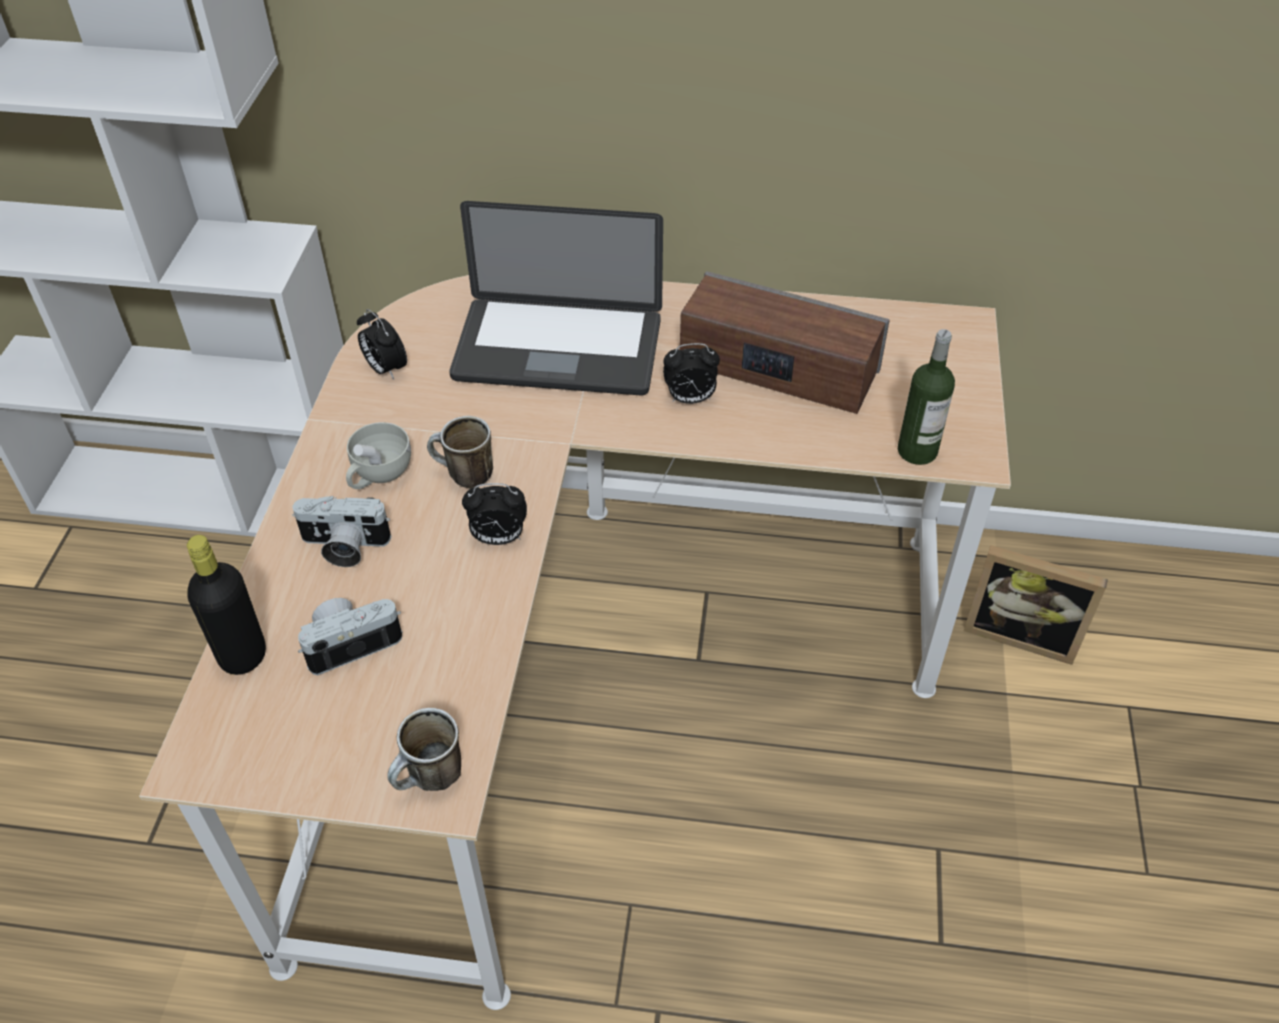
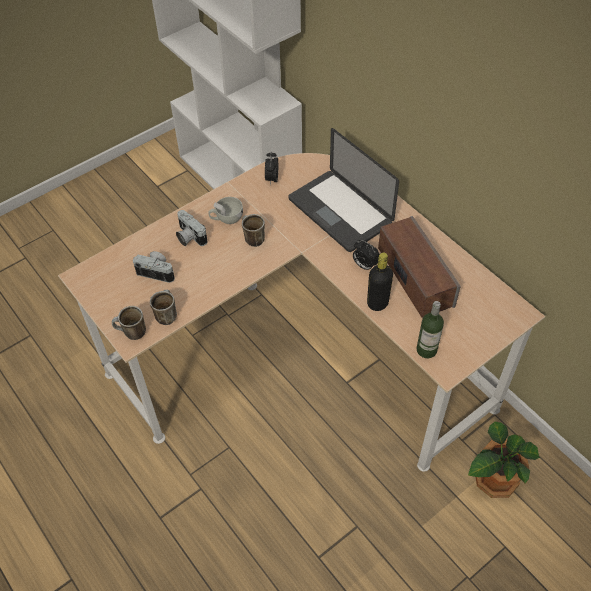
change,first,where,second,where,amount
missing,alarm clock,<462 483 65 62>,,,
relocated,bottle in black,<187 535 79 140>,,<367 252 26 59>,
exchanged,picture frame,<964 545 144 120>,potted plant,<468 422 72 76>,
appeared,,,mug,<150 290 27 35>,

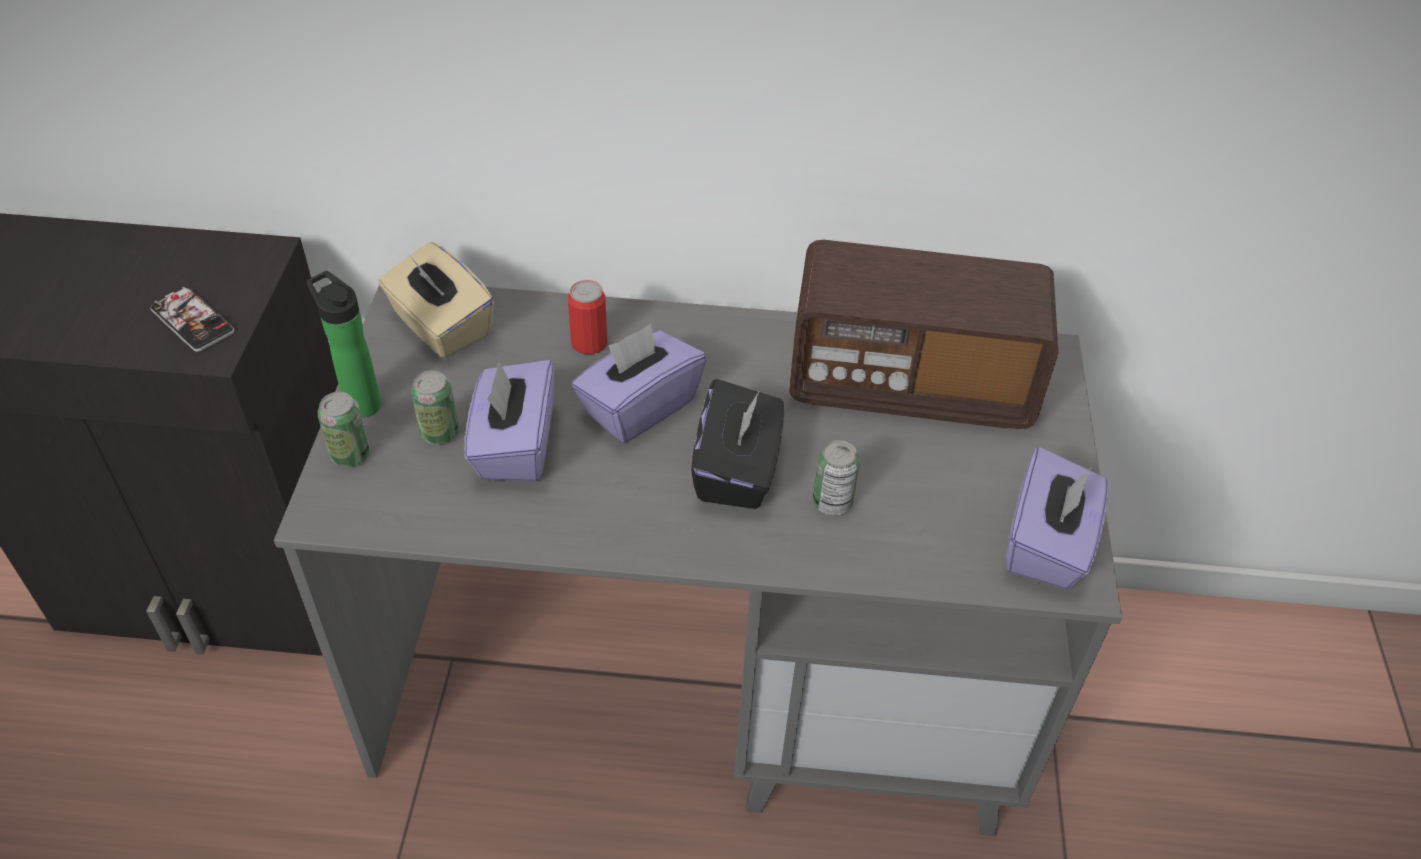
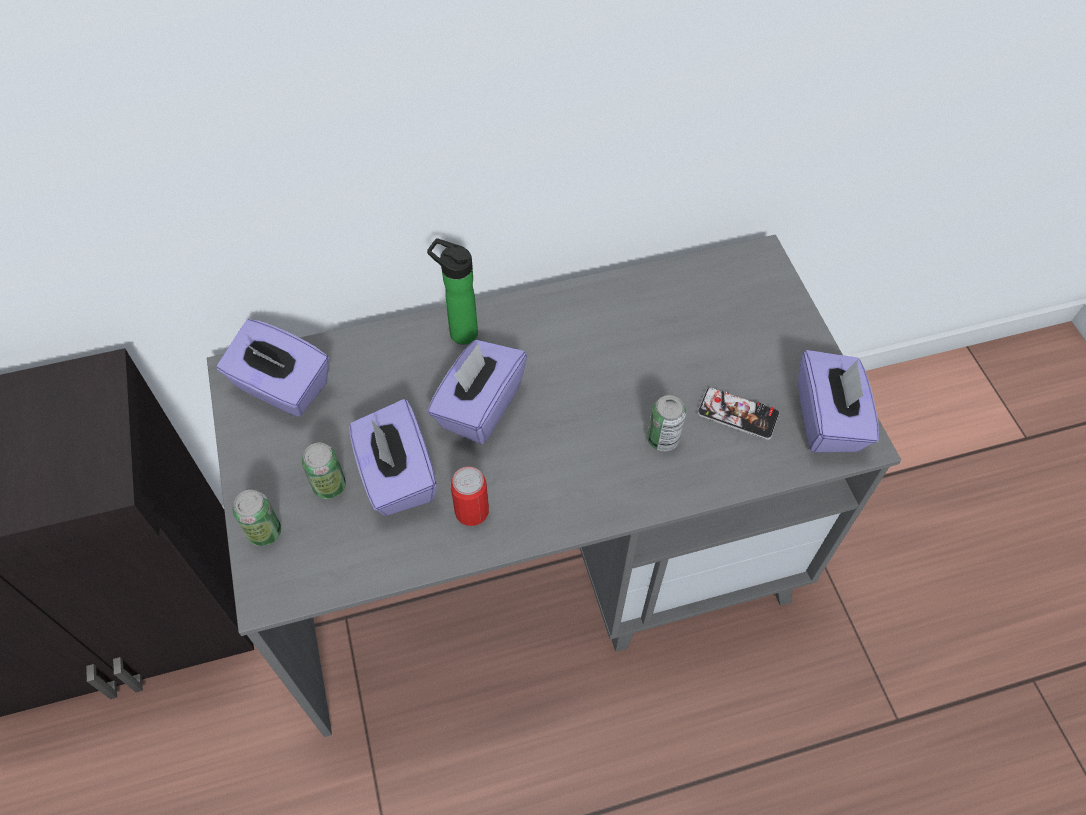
change,first,where,second,where,amount
missing,radio,<789 240 269 189>,,,
colour,tissue box in beige,<378 242 116 117>,tissue box in purple,<217 319 112 98>,
relocated,bottle,<306 271 75 147>,,<427 238 51 106>,
relocated,can,<568 280 39 74>,,<451 467 38 59>,
relocated,phone,<150 287 85 65>,,<697 387 83 53>,
missing,tissue box in black,<691 379 93 130>,,,

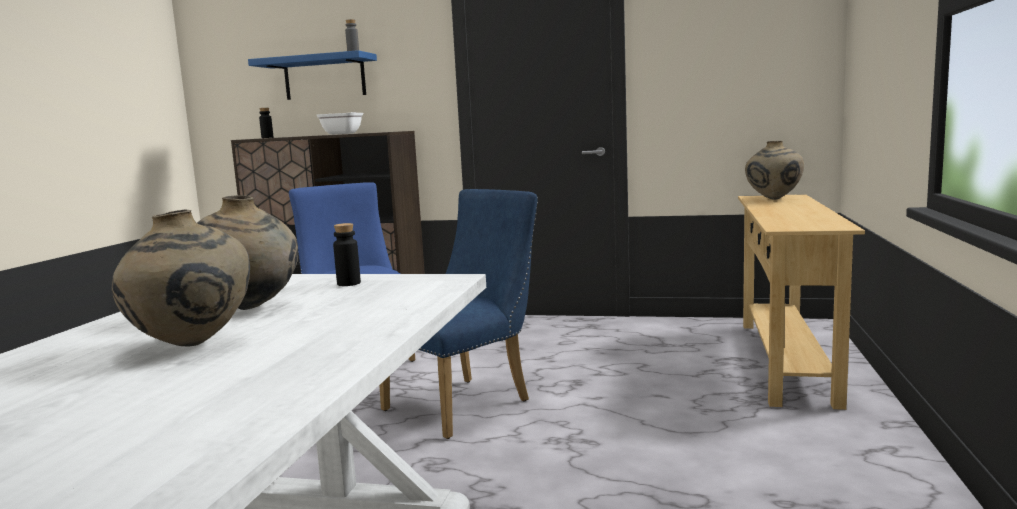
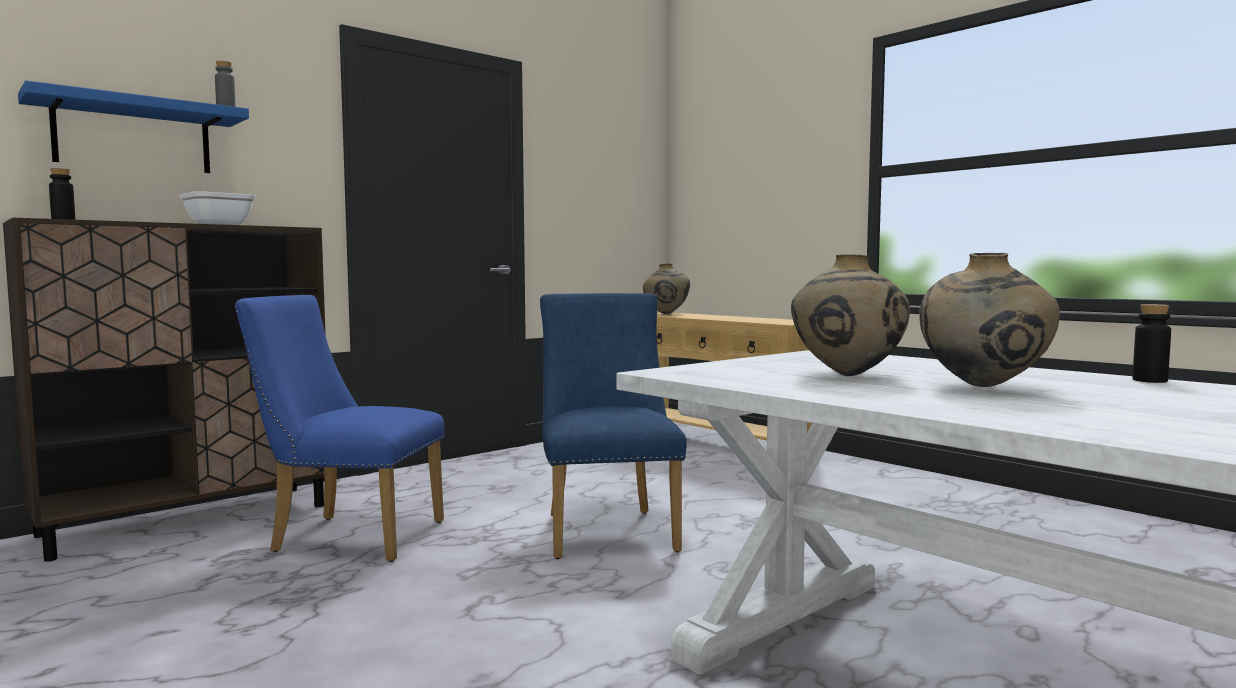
change,first,where,second,where,amount
relocated,bottle in black,<333 223 28 63>,,<1133 304 38 79>,

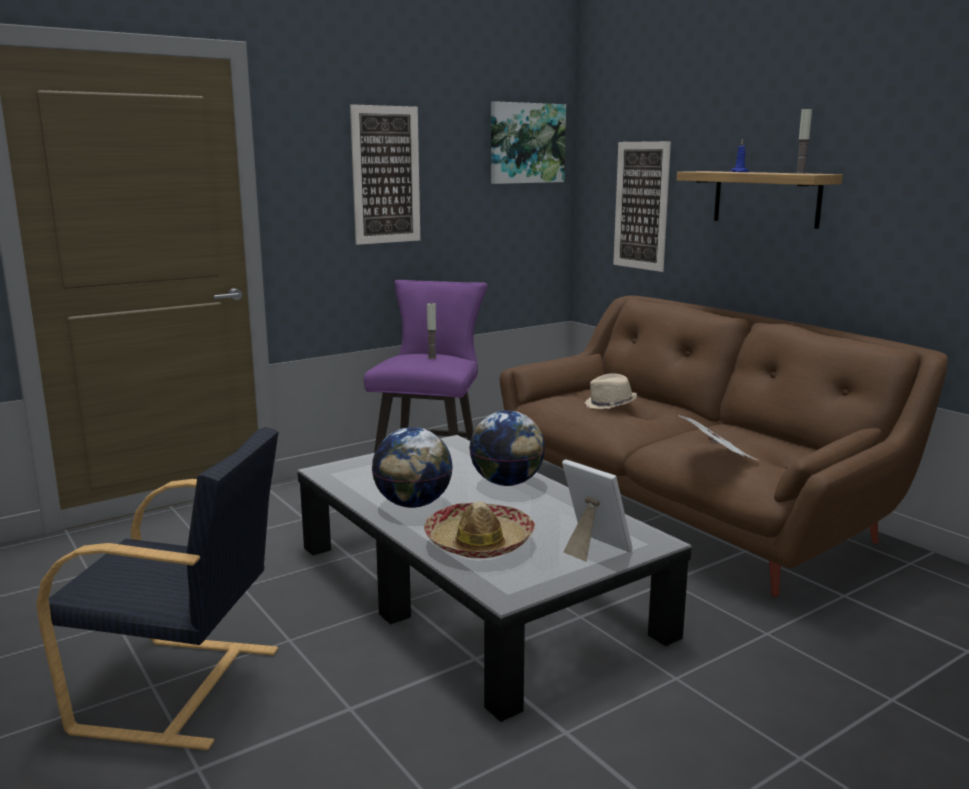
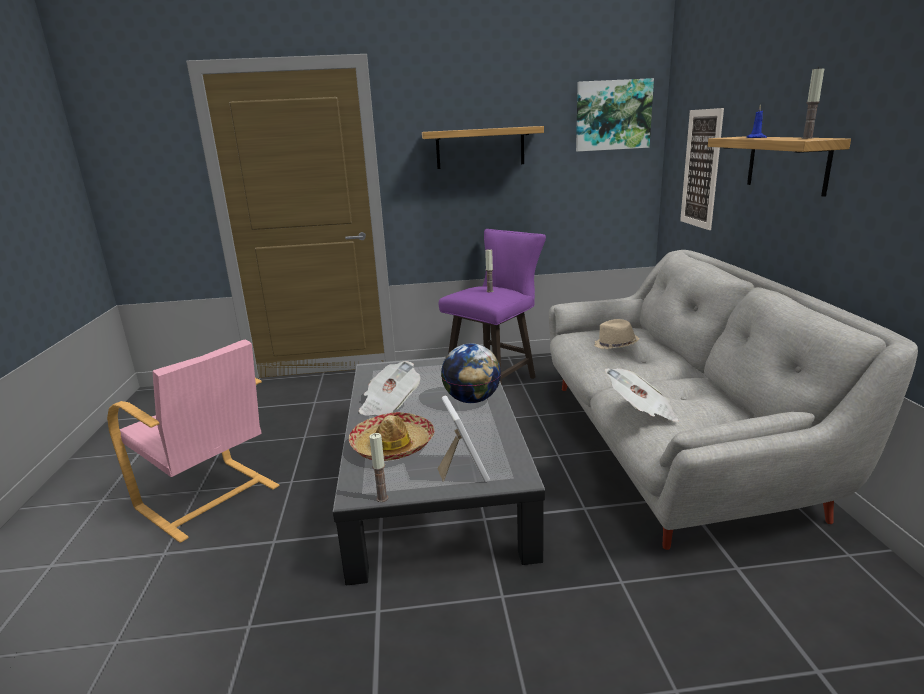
change,first,where,second,where,amount
exchanged,picture,<350 104 70 141>,shelf,<422 126 122 43>,
colour,sofa in brown,<500 296 448 301>,sofa in grey,<549 250 369 300>,
colour,armchair in black,<36 427 243 323>,armchair in pink,<107 339 172 204>,
exchanged,globe,<372 427 81 81>,newspaper,<359 361 61 55>,
appeared,,,candle,<369 433 20 69>,

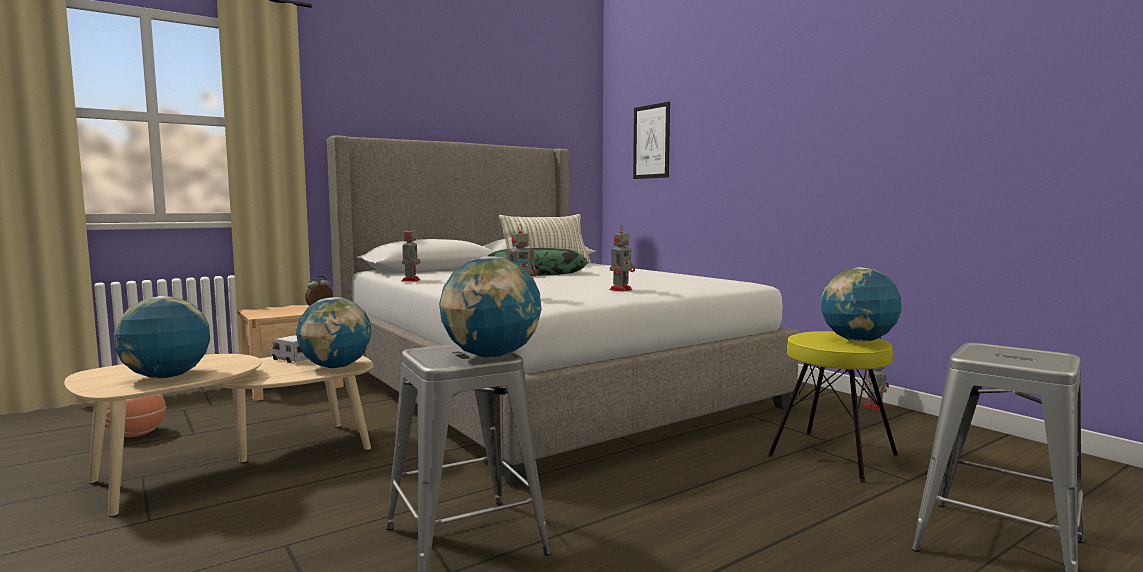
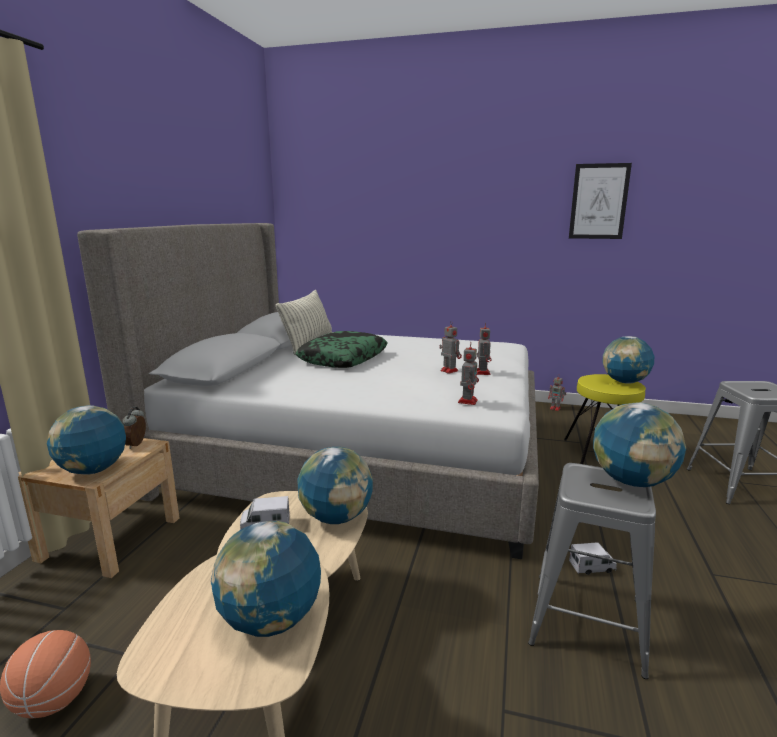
change,first,where,second,where,amount
relocated,picture,<633 102 37 77>,,<569 163 63 76>,
relocated,toy robot,<401 224 19 58>,,<439 321 23 53>,
appeared,,,globe,<47 405 79 70>,
appeared,,,toy truck,<569 542 48 33>,

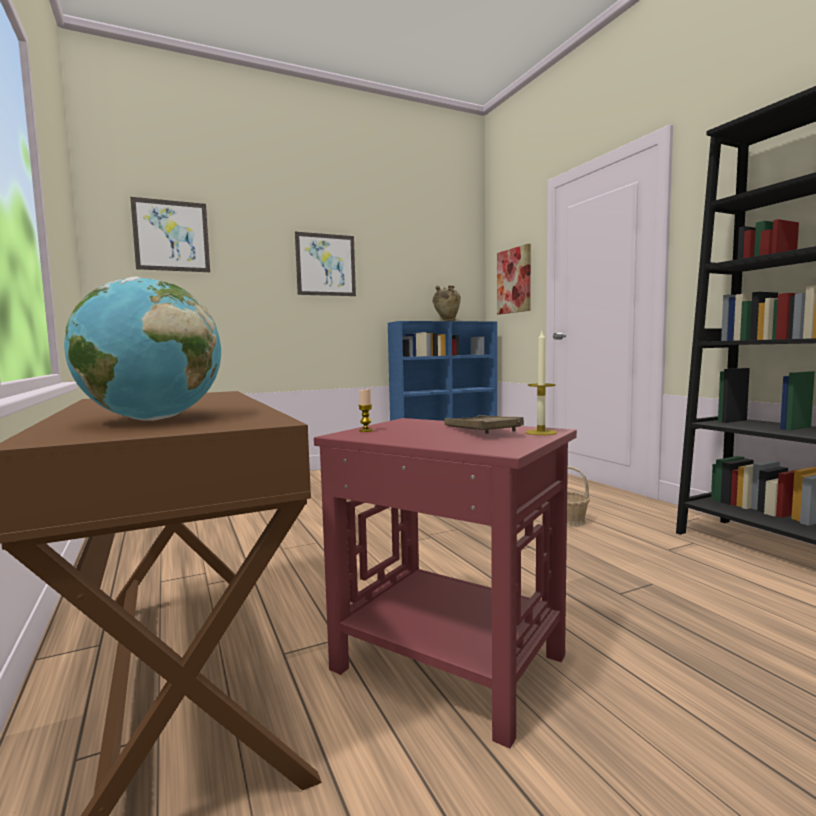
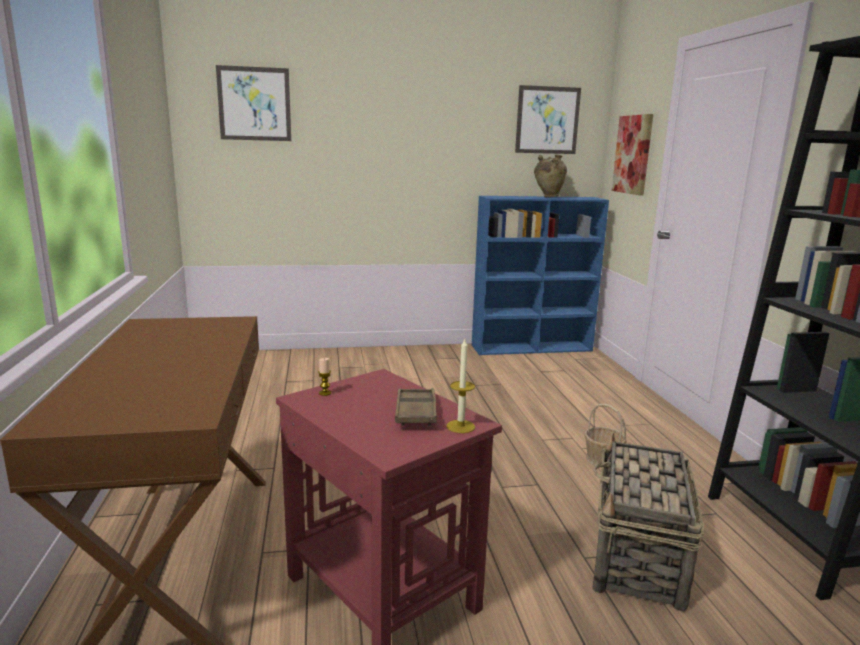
change,first,where,second,where,amount
relocated,picture,<295 232 61 64>,,<515 85 66 69>,
missing,globe,<64 277 157 144>,,,
appeared,,,basket,<592 433 112 179>,

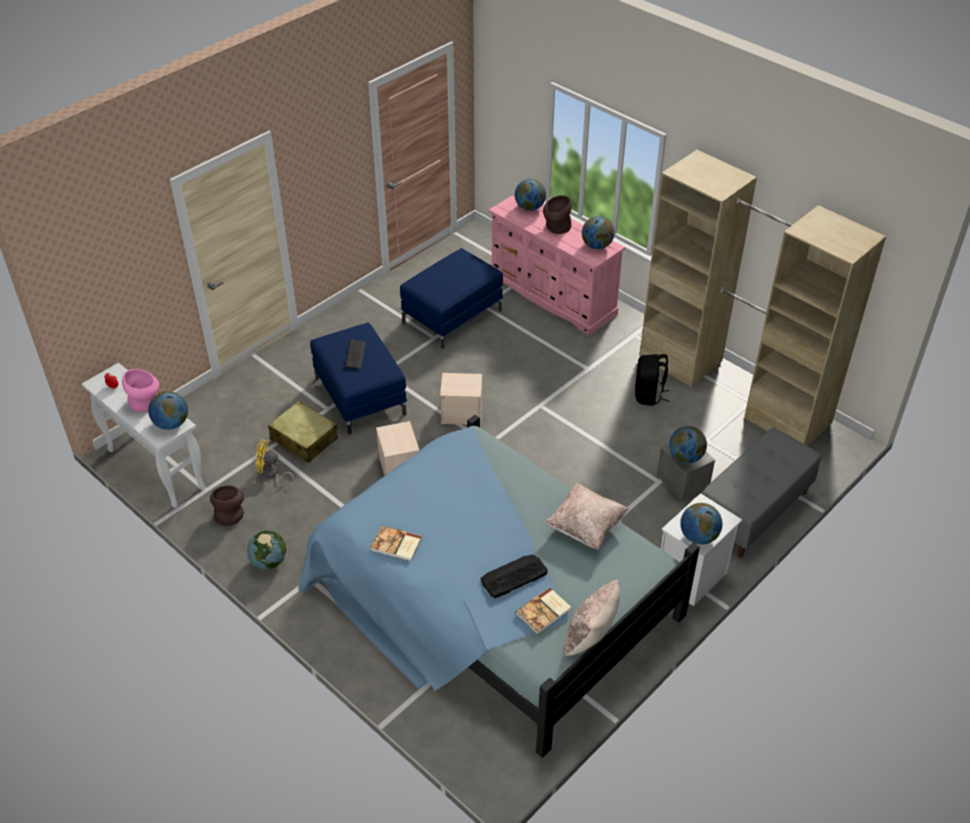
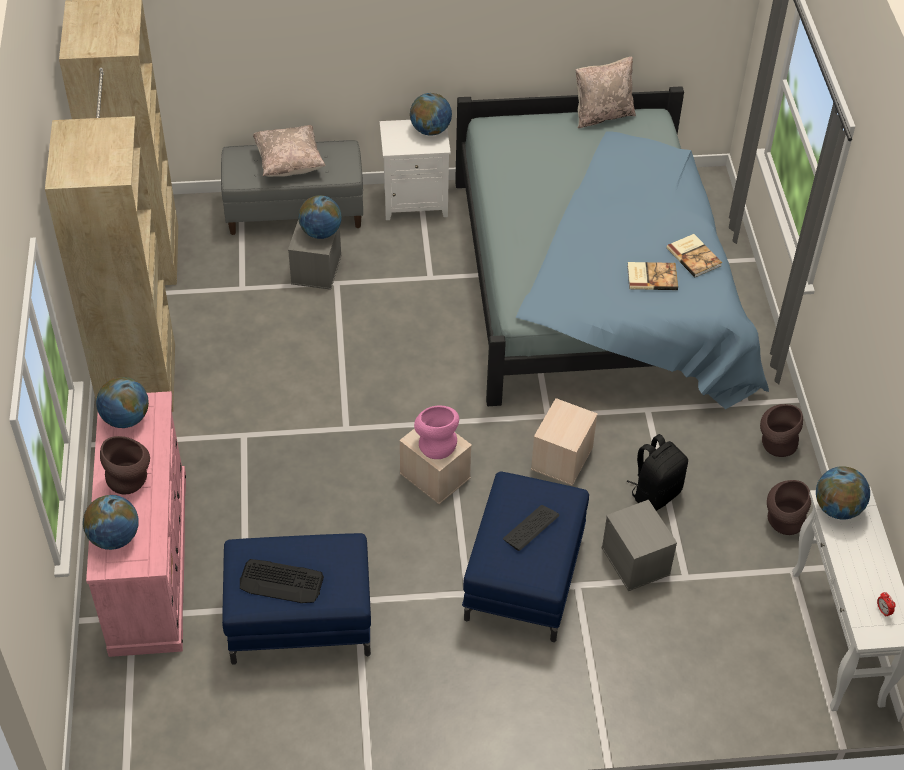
change,first,where,second,where,amount
relocated,backpack in black,<635 354 35 52>,,<627 434 61 77>,
relocated,vase in pink,<122 369 37 43>,,<414 405 45 54>,
exchanged,suitcase in beige,<268 401 70 62>,storage box in grey,<601 499 76 92>,
missing,fan in yellow,<255 439 40 48>,,,
relocated,pillow in beige,<545 483 84 66>,,<253 125 73 52>,
exchanged,globe,<247 531 39 39>,vase in brown,<760 404 43 53>,
relocated,keyboard,<480 554 67 44>,,<240 559 84 44>,
relocated,book,<515 587 56 47>,,<627 262 51 28>,

